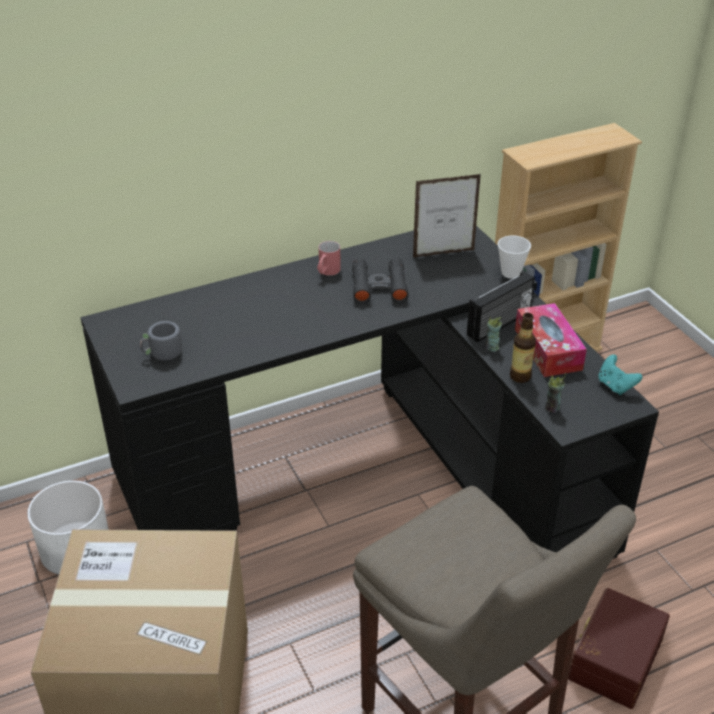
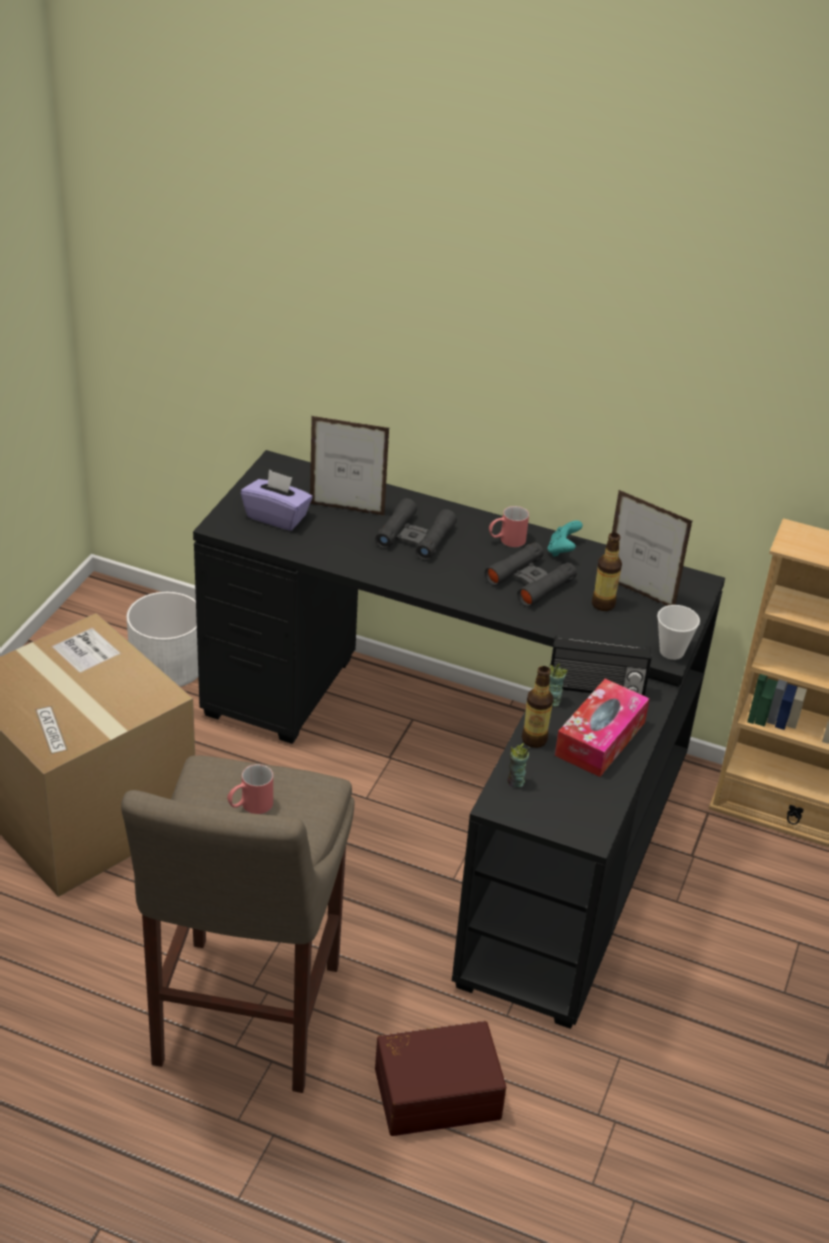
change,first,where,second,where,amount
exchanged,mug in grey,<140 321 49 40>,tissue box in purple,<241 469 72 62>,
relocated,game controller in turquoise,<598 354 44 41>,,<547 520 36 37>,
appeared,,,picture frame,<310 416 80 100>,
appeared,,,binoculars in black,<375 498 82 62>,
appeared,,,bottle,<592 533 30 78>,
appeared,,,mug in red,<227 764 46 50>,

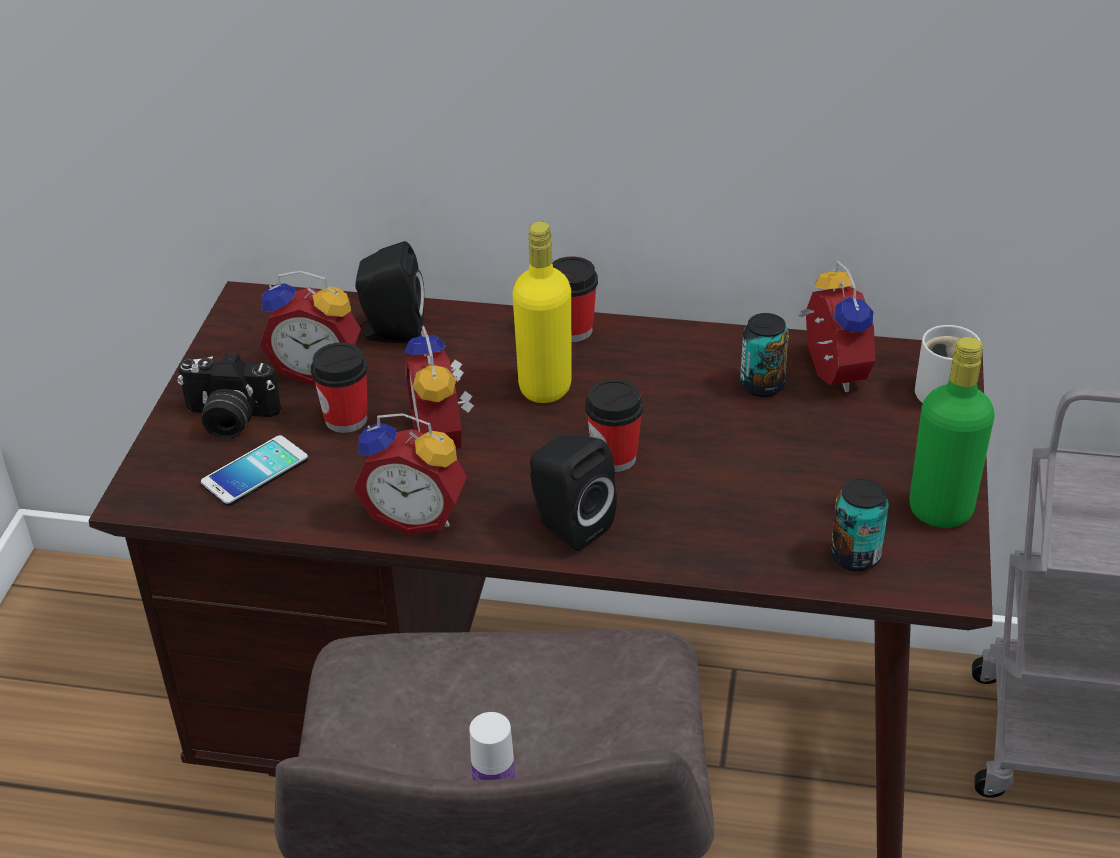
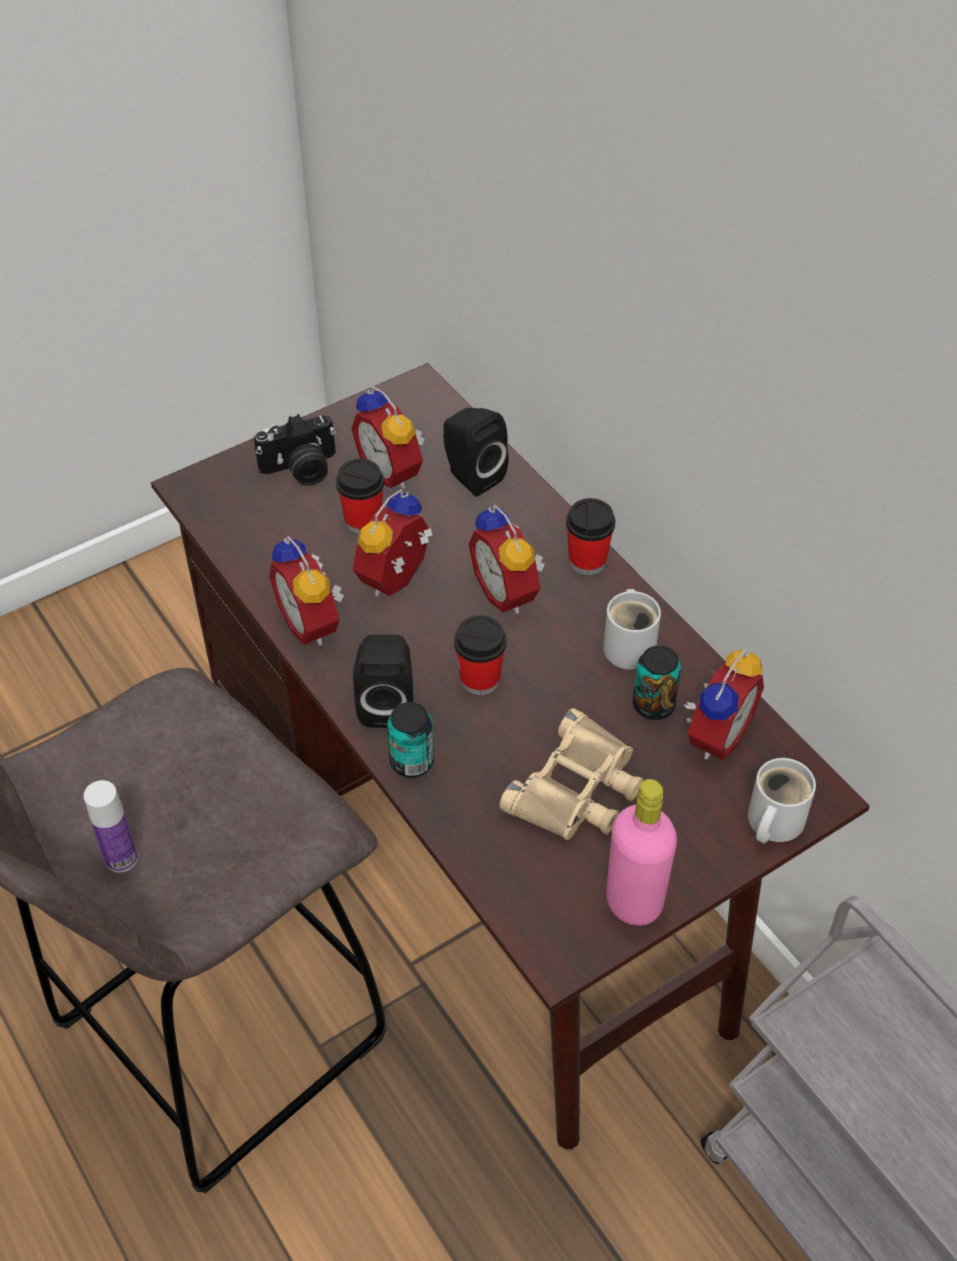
change,first,where,second,where,amount
exchanged,bottle in yellow,<513 221 59 182>,alarm clock,<469 504 76 110>,
colour,bottle in green,<910 337 85 191>,bottle in pink,<606 779 71 147>,
spun,photo camera,<177 353 104 86>,,<254 414 82 72>,75 degrees counterclockwise
missing,phone,<201 435 107 71>,,,
relocated,can,<830 478 59 93>,,<387 702 47 76>,
appeared,,,mug in white,<603 589 58 81>,
appeared,,,binoculars in beige,<499 708 144 132>,

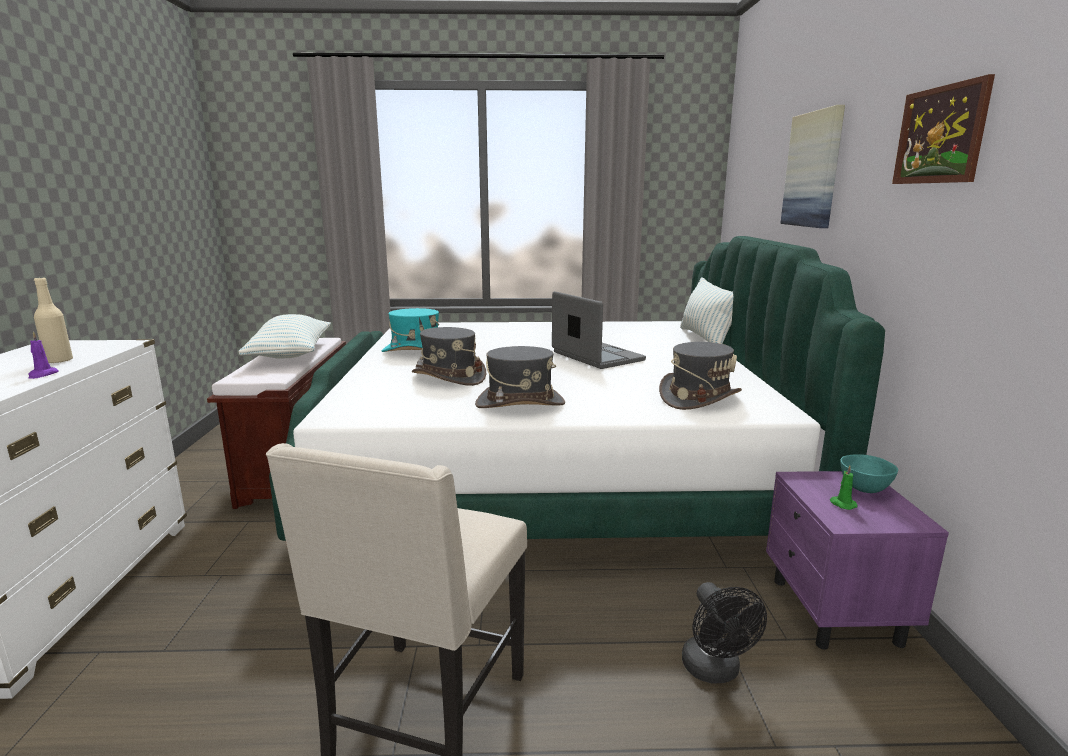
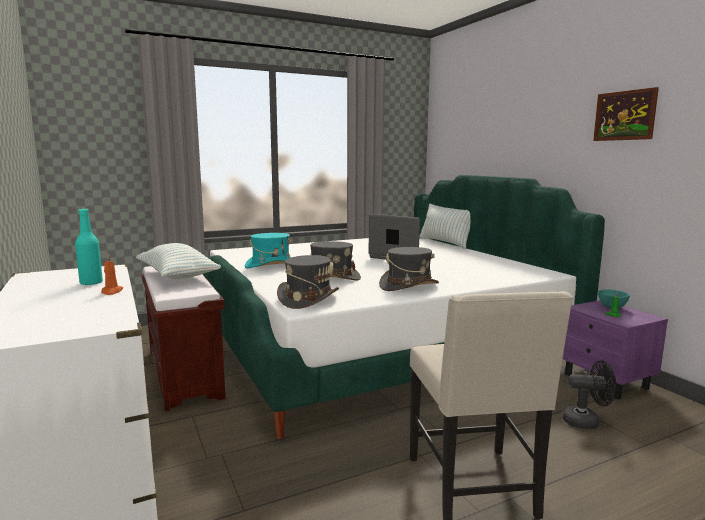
change,first,where,second,where,amount
missing,picture,<780 105 65 123>,,,
colour,bottle in beige,<34 277 39 86>,bottle in turquoise,<75 208 28 77>,
colour,candle in purple,<28 332 31 47>,candle in orange,<101 254 22 41>,
relocated,hat in grey,<659 342 83 68>,,<277 255 62 54>,
spun,fan in black,<682 582 85 102>,,<563 360 53 69>,45 degrees counterclockwise

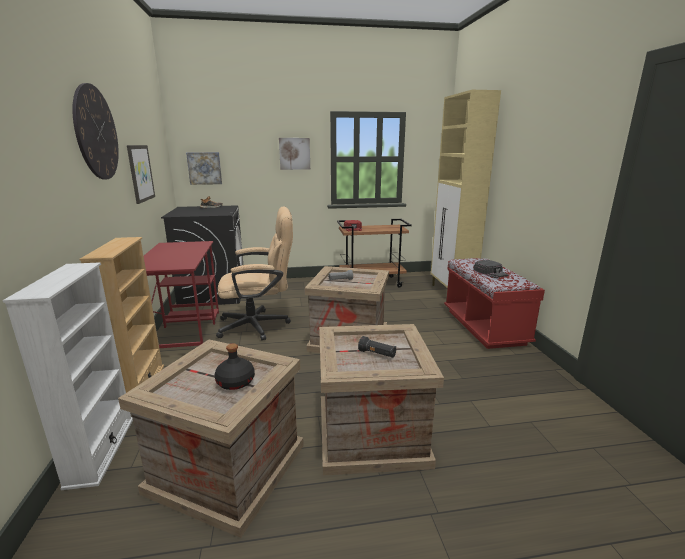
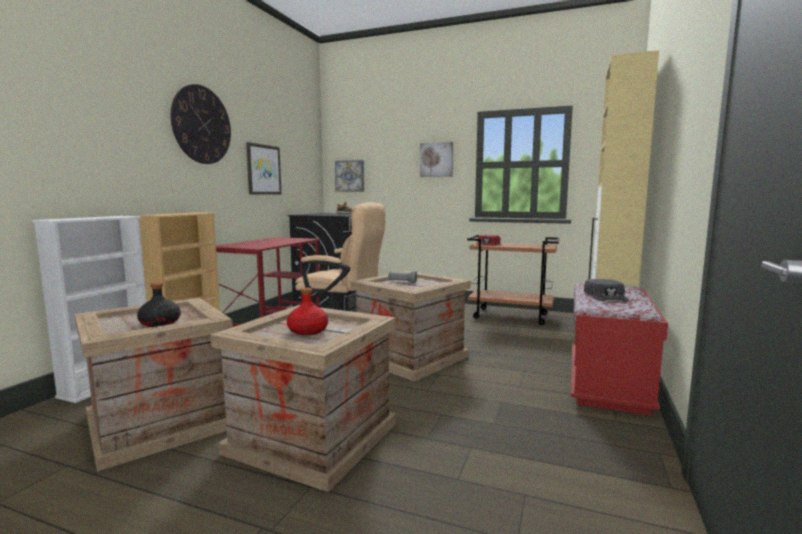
change,first,where,second,where,amount
exchanged,flashlight in black,<358 336 38 22>,bottle in red,<287 288 41 47>,

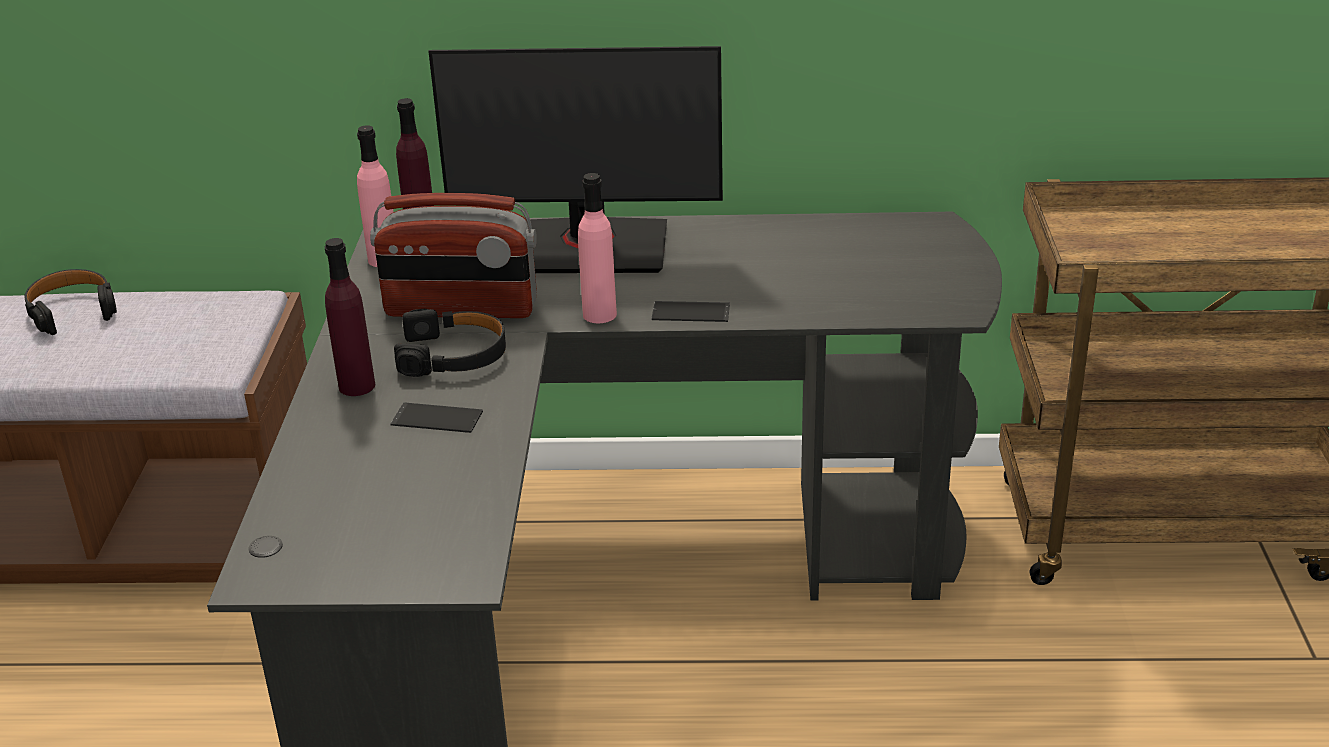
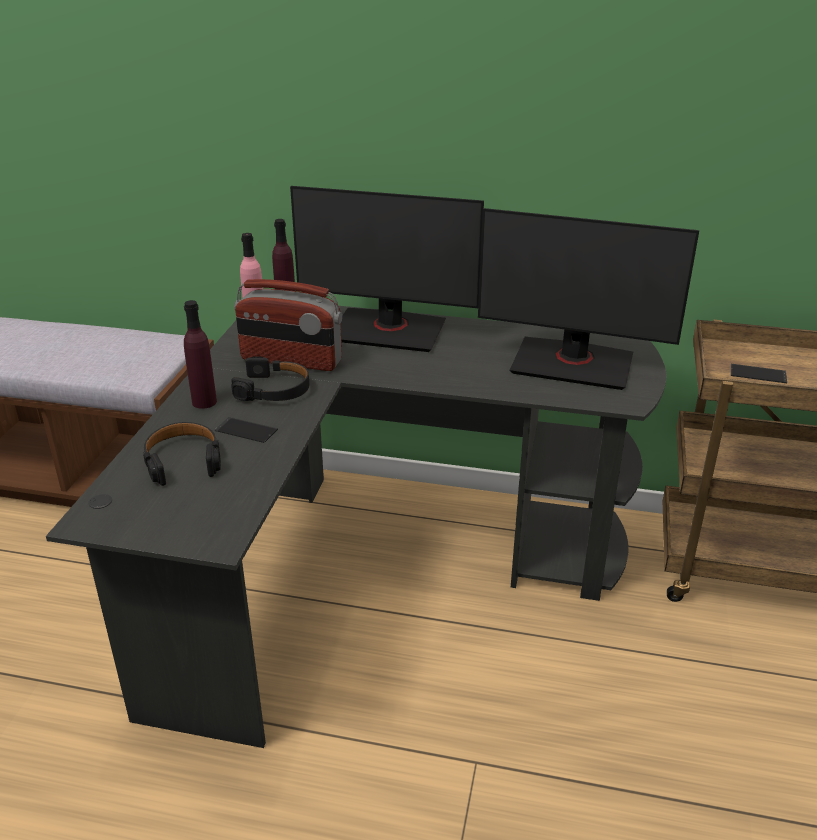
change,first,where,second,where,amount
missing,bottle in pink,<578 173 39 150>,,,
relocated,headphones in black,<24 269 93 66>,,<143 422 78 64>,
relocated,phone,<651 301 79 21>,,<731 364 56 19>,
appeared,,,monitor,<478 208 221 182>,

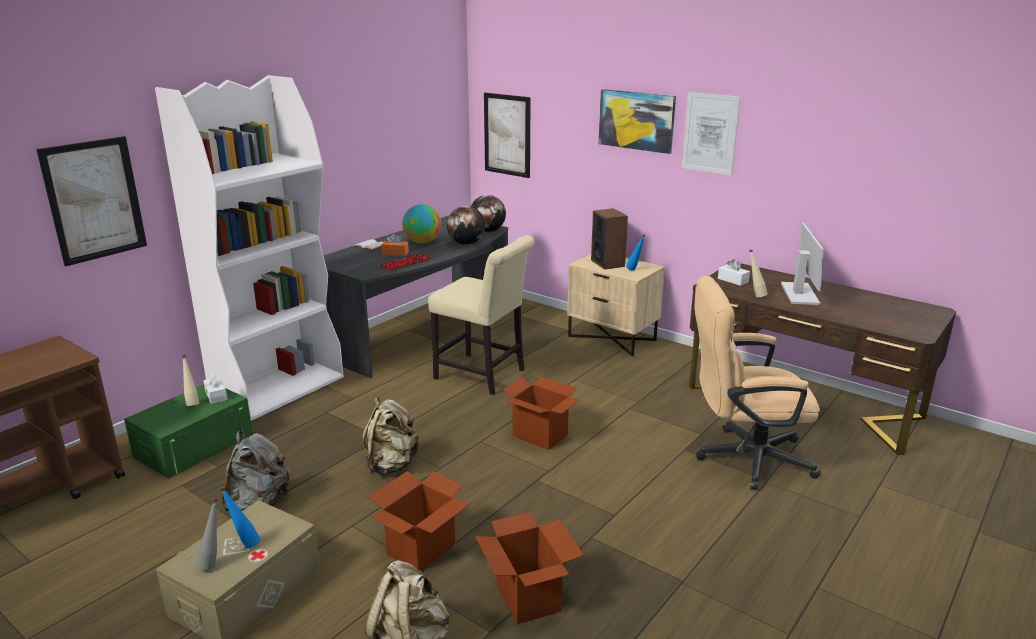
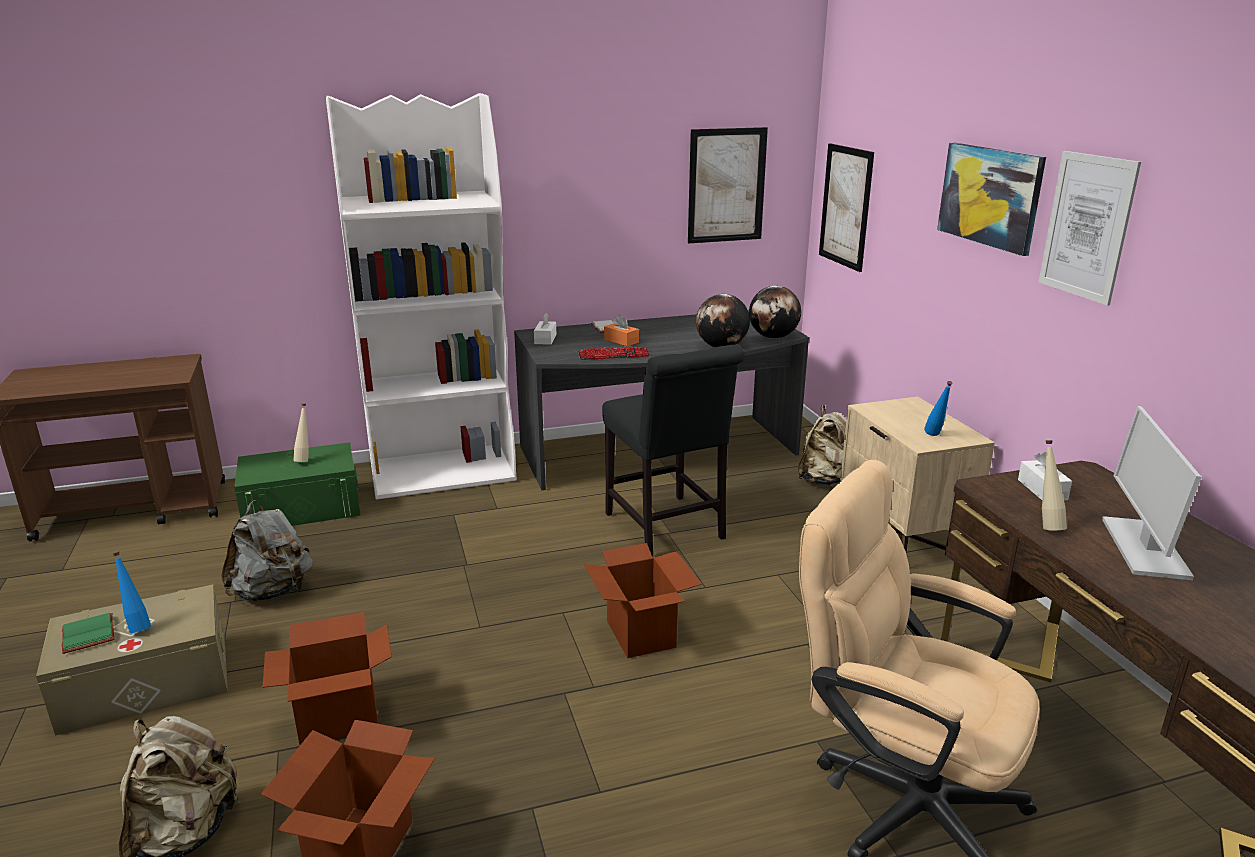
change,first,where,second,where,amount
relocated,picture,<36 136 111 130>,,<688 127 80 116>,
missing,globe,<402 204 39 39>,,,
missing,speaker,<591 208 37 62>,,,
spun,monitor,<781 223 43 82>,,<1102 406 100 174>,150 degrees clockwise
colour,chair in beige,<428 235 107 160>,chair in black,<602 345 142 212>,
relocated,tissue box in white,<204 373 23 31>,,<534 313 23 32>,
relocated,backpack in beige,<363 397 57 79>,,<798 405 48 80>,
exchanged,bottle in grey,<197 498 21 72>,book in green,<62 613 53 41>,

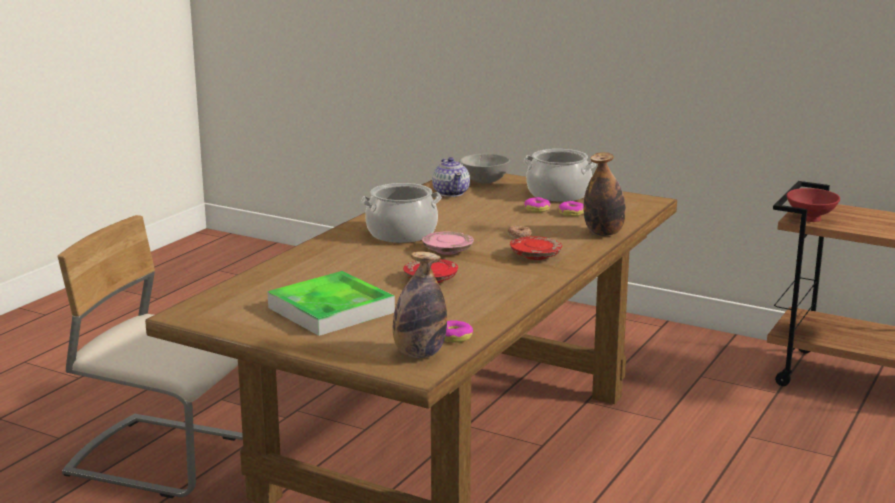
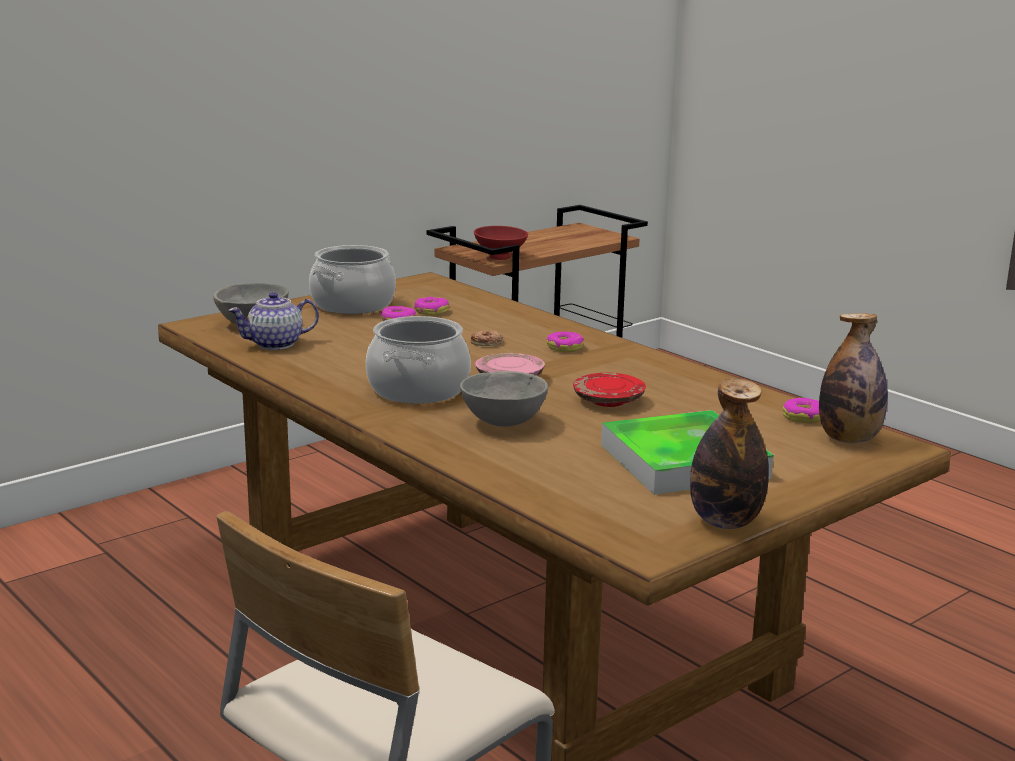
change,first,where,second,where,amount
relocated,bottle,<584 152 42 84>,,<690 378 79 151>,
spun,teapot,<432 157 38 40>,,<228 292 91 58>,150 degrees clockwise
exchanged,plate in red,<510 236 52 24>,donut,<546 332 38 20>,
appeared,,,bowl in grey,<460 371 88 55>,

